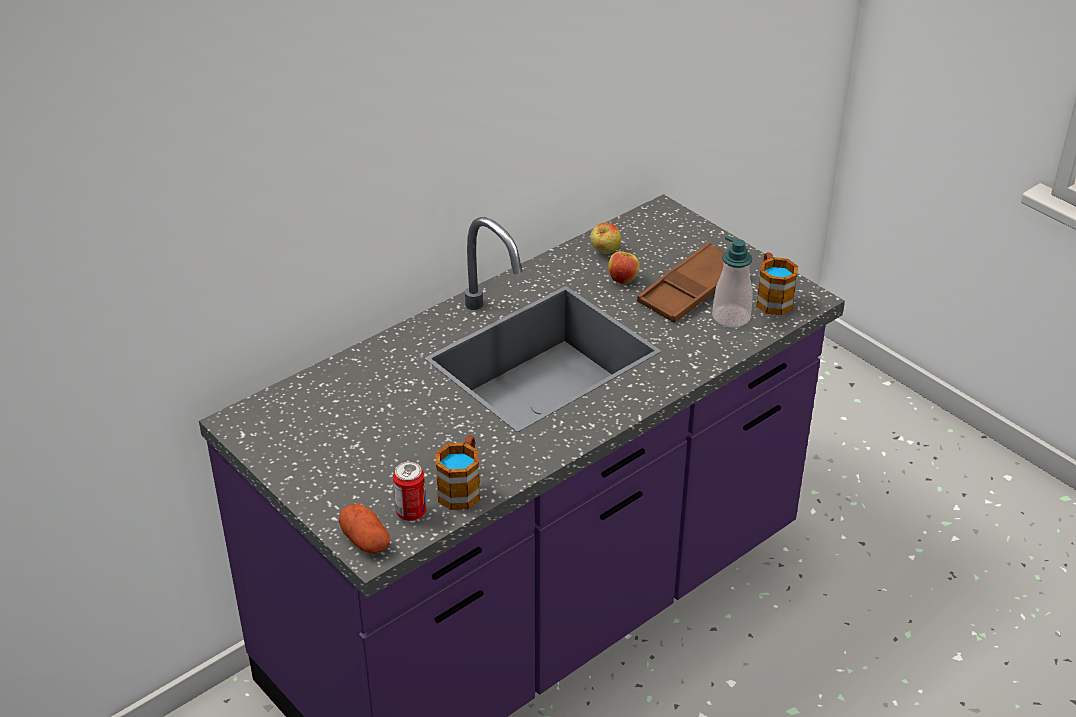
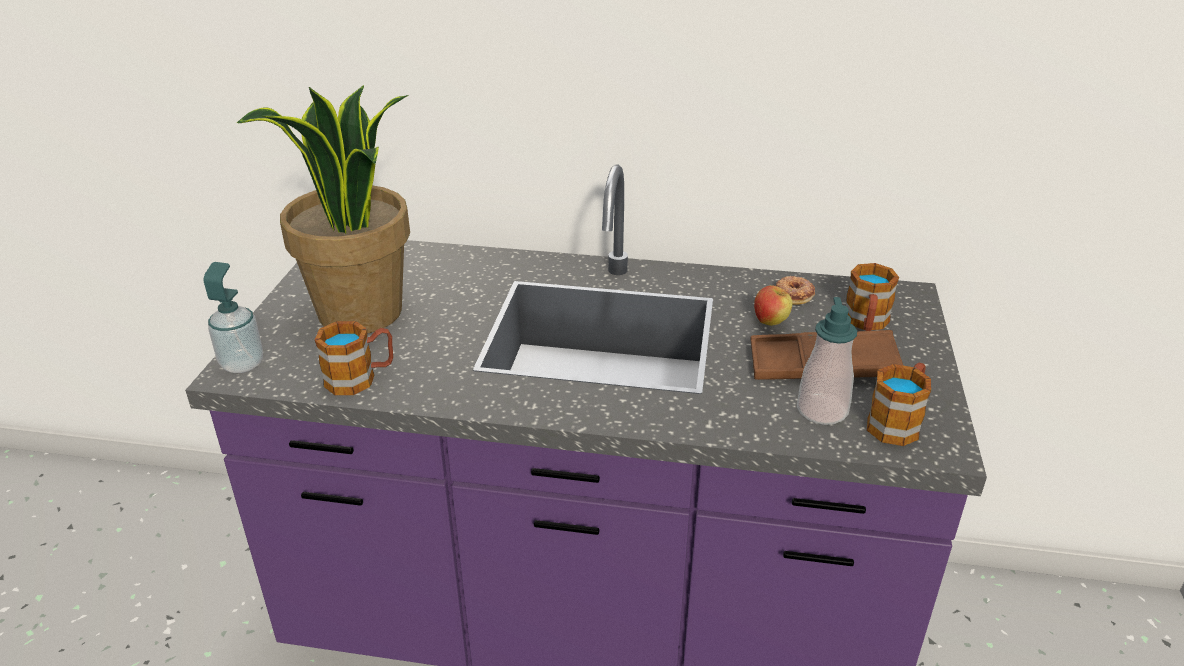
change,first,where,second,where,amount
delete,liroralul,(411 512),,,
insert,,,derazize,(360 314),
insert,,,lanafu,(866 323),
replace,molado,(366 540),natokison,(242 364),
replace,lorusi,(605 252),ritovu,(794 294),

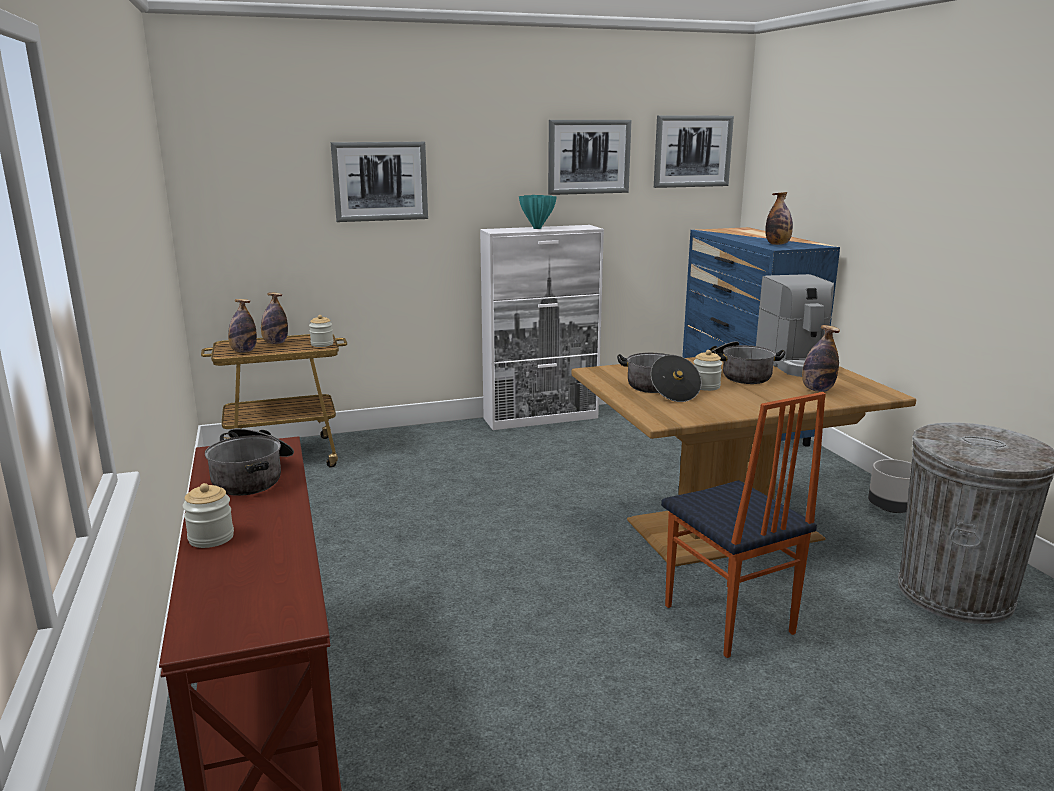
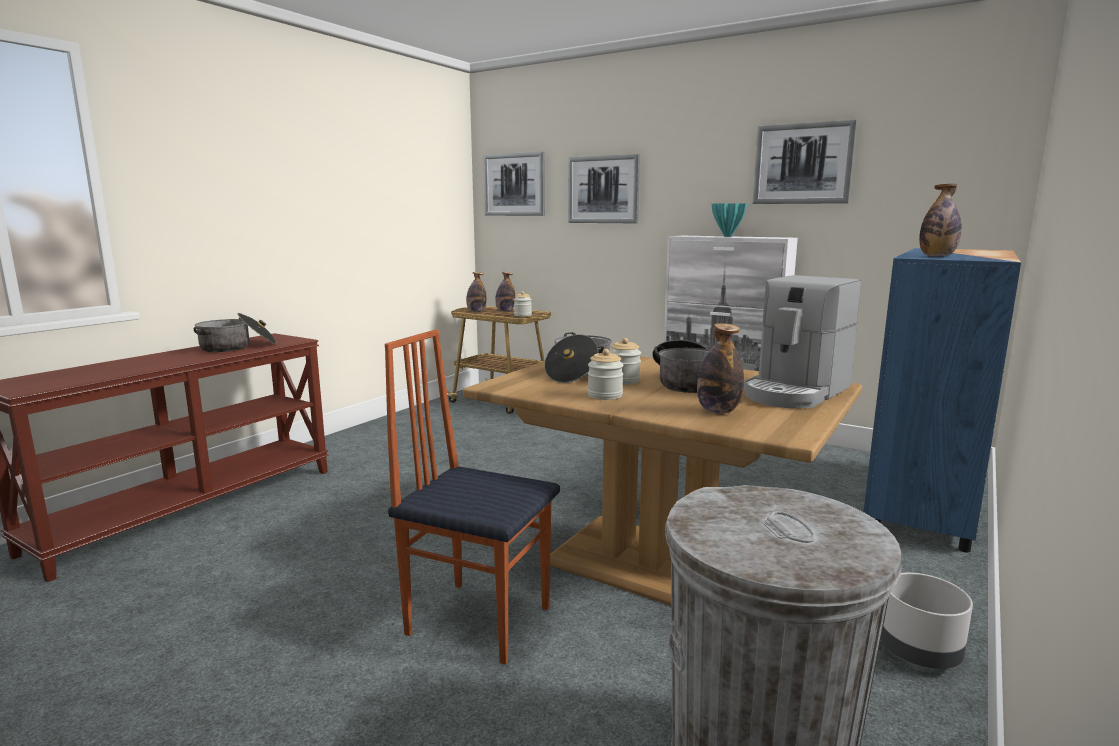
change,first,where,second,where,amount
move,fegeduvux,(211 538),,(605 395),
move,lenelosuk,(692 151),,(514 184),
rotate,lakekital,(727 620),,(479 619),90 degrees clockwise

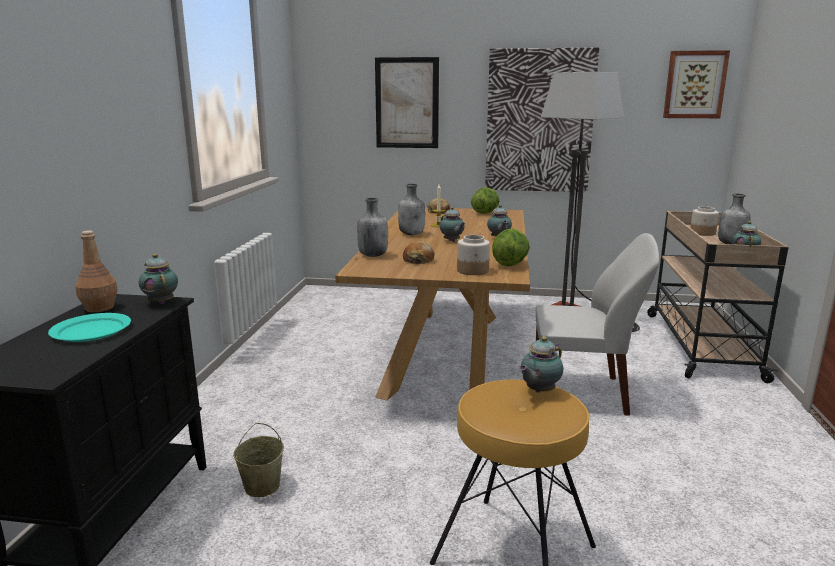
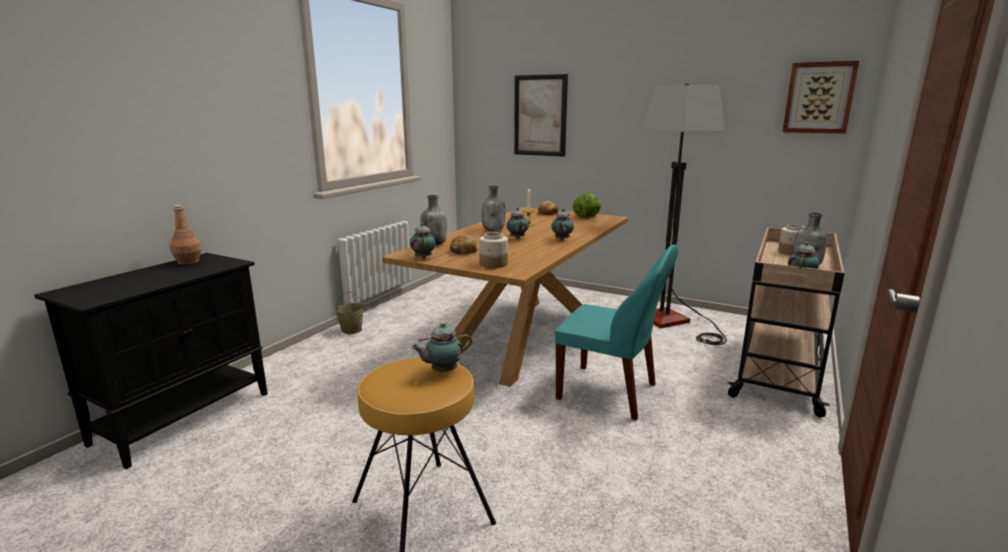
change,first,where,second,where,amount
delete,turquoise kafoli,(92 330),,,
delete,lenelosuk,(539 121),,,
delete,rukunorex,(509 264),,,
move,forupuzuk,(161 302),,(423 257),
move,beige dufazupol,(262 486),,(352 330),
recolor,white lakekital,(582 393),turquoise lakekital,(610 392),

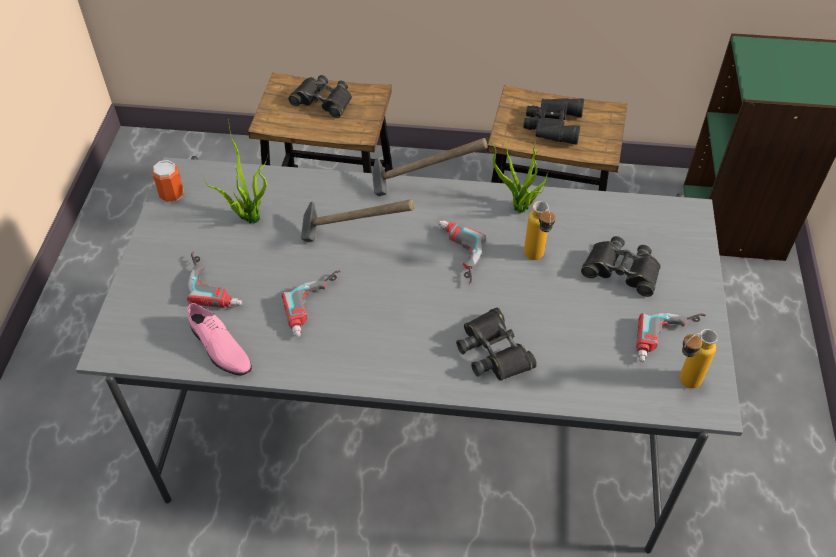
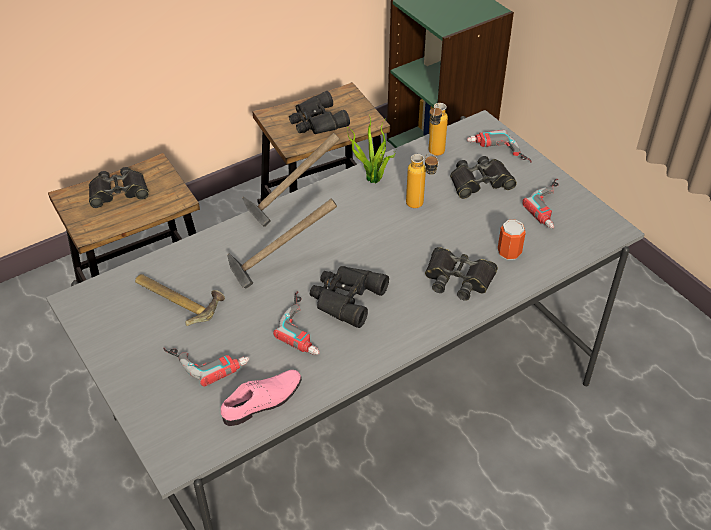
change,first,where,second,where,amount
insert,,,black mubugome,(345 298),
move,liroralul,(172 194),,(509 252),
move,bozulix,(454 255),,(497 153),
move,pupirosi,(682 384),,(434 155),
replace,derazize,(249 217),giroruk,(178 298),
rotate,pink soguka,(218 347),,(263 401),45 degrees counterclockwise

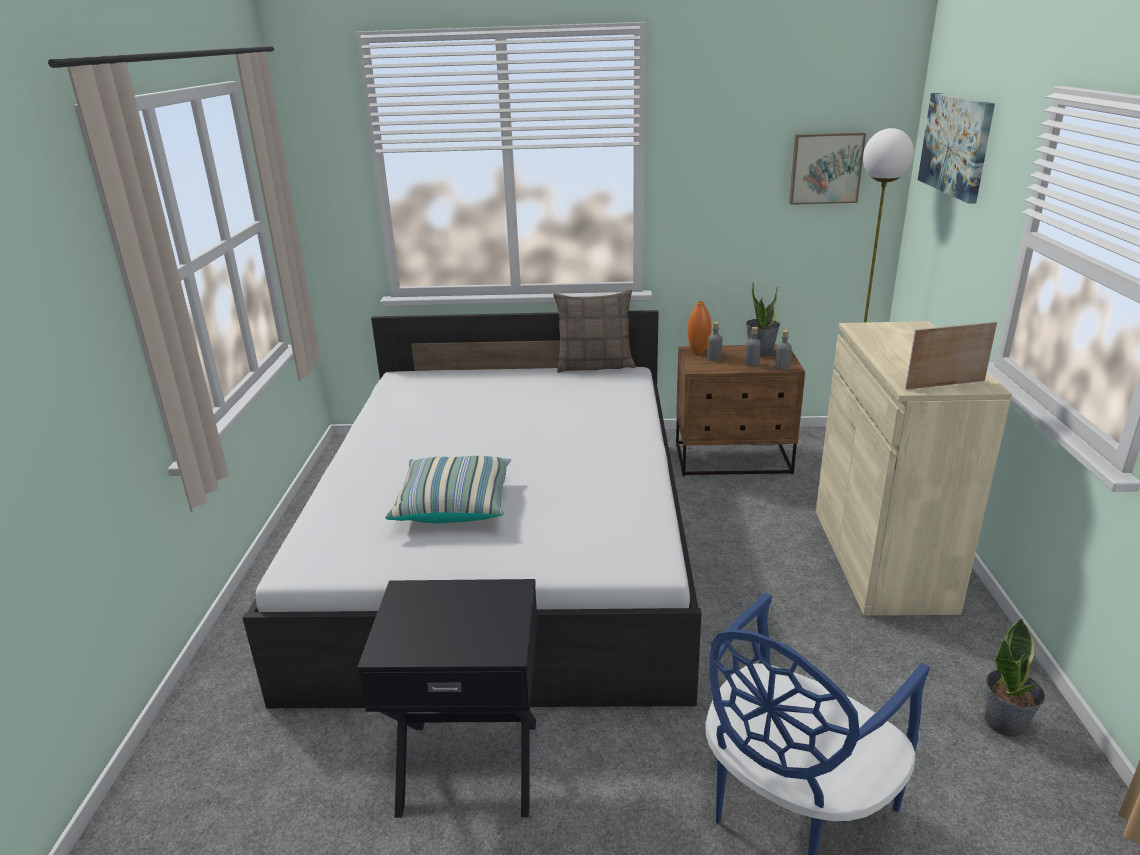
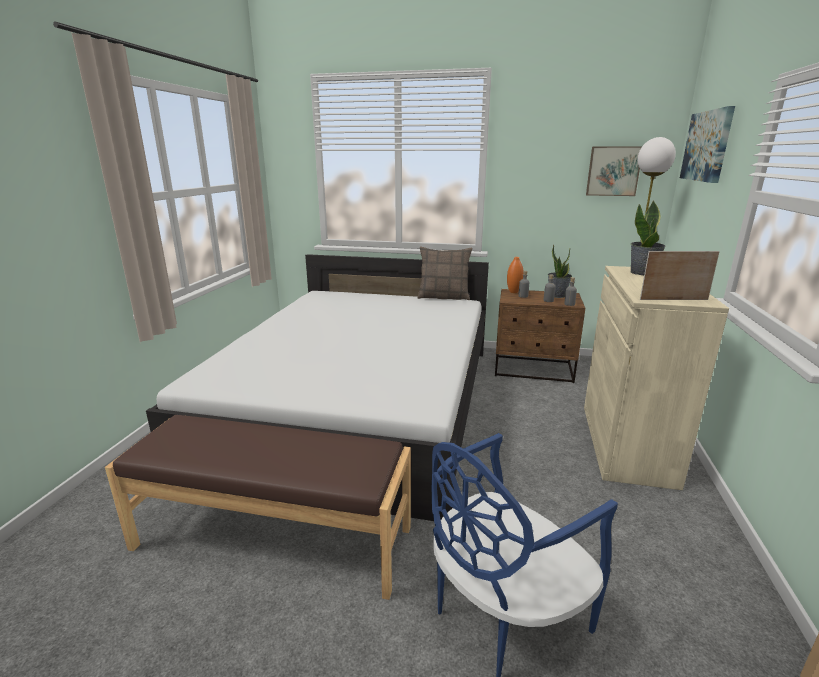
change,first,where,second,where,amount
delete,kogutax,(454 505),,,
move,derazize,(1005 722),,(643 273),
replace,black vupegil,(470 764),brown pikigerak,(274 537),

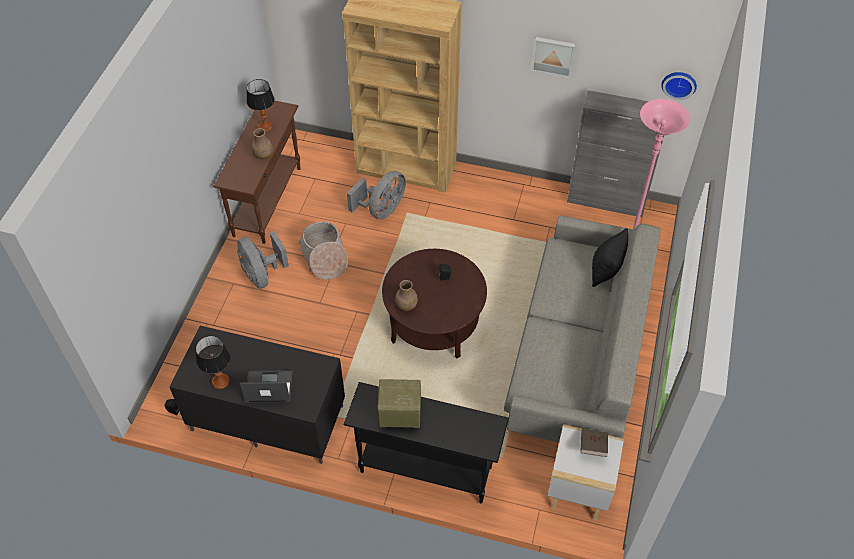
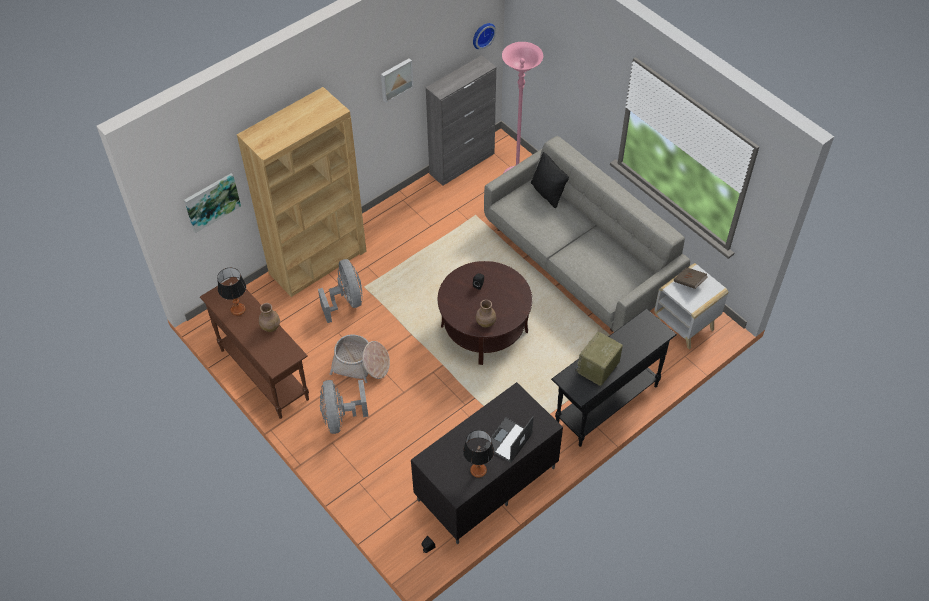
change,first,where,second,where,amount
insert,,,lenelosuk,(211 201),
rotate,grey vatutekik,(262 274),,(340 417),75 degrees clockwise

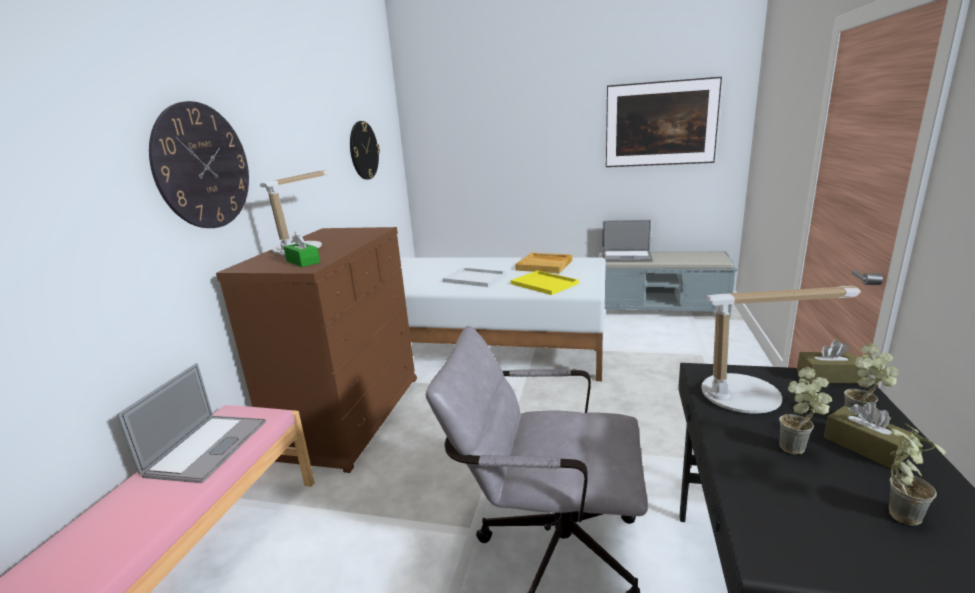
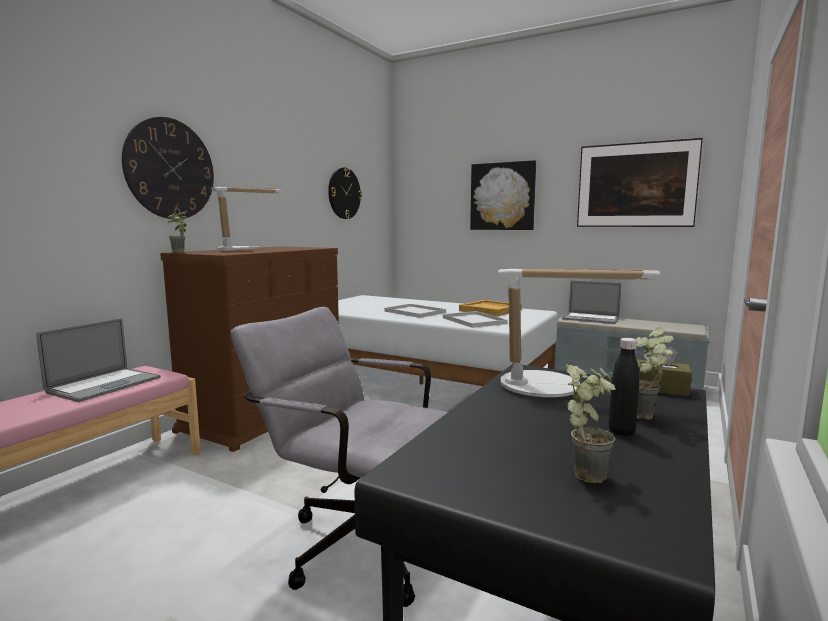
change,first,where,second,where,amount
delete,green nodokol,(303 262),,,
insert,,,lenelosuk,(502 196),
move,derazize,(800 451),,(178 252),
replace,brown nodokol,(864 446),black pupirosi,(621 432),
recolor,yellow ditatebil,(545 284),white ditatebil,(475 321),

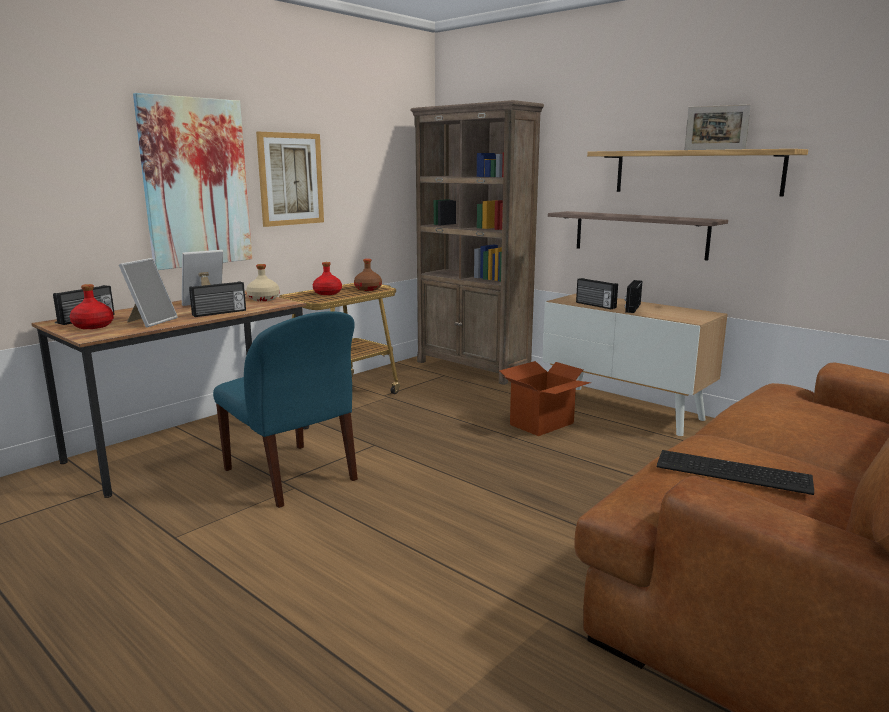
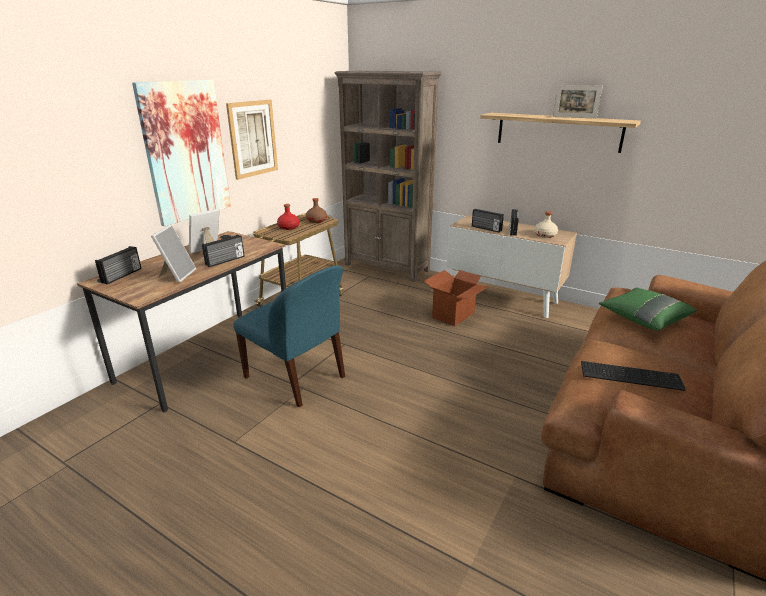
change,first,where,second,where,amount
delete,red pupirosi,(93 326),,,
delete,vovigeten,(639 234),,,
insert,,,green kogutax,(643 319),
move,beige pupirosi,(263 299),,(545 235),

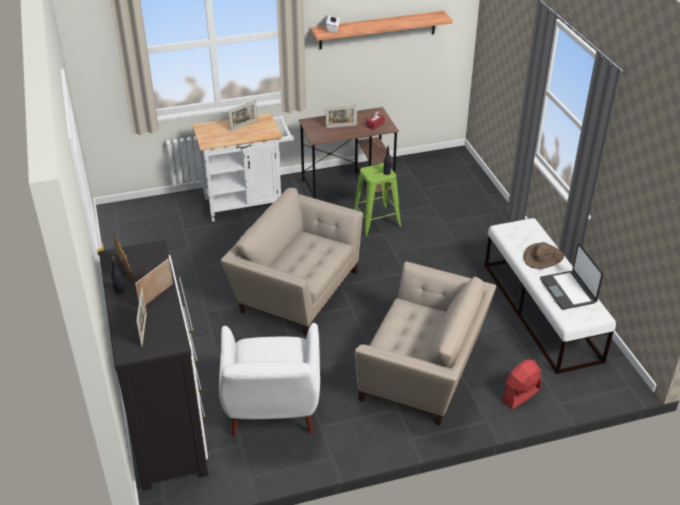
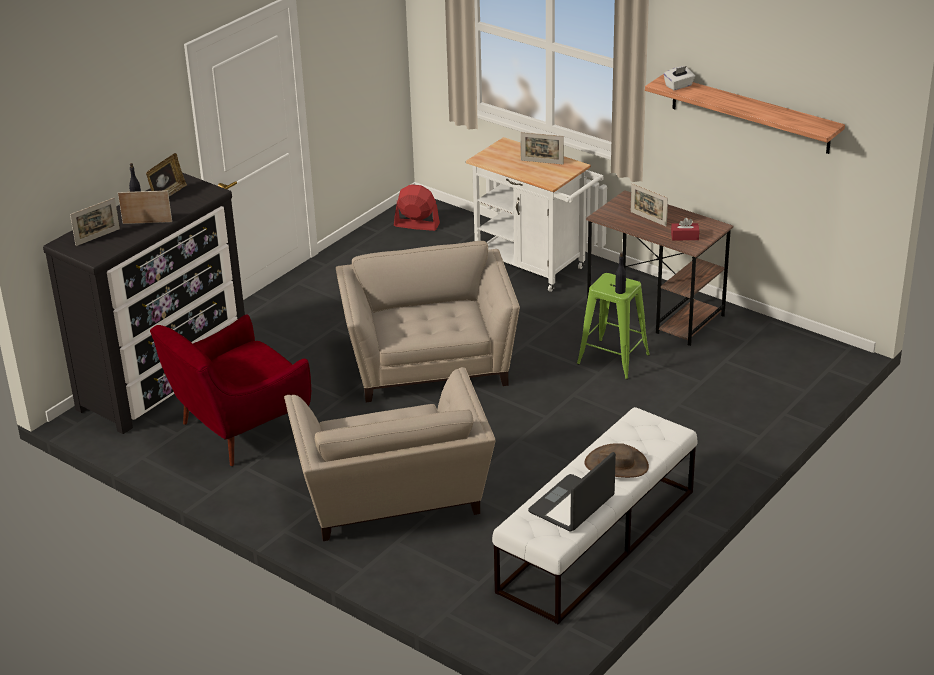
change,first,where,second,where,amount
move,red vatutekik,(520 395),,(416 225),
recolor,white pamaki,(272 410),red pamaki,(238 430),

